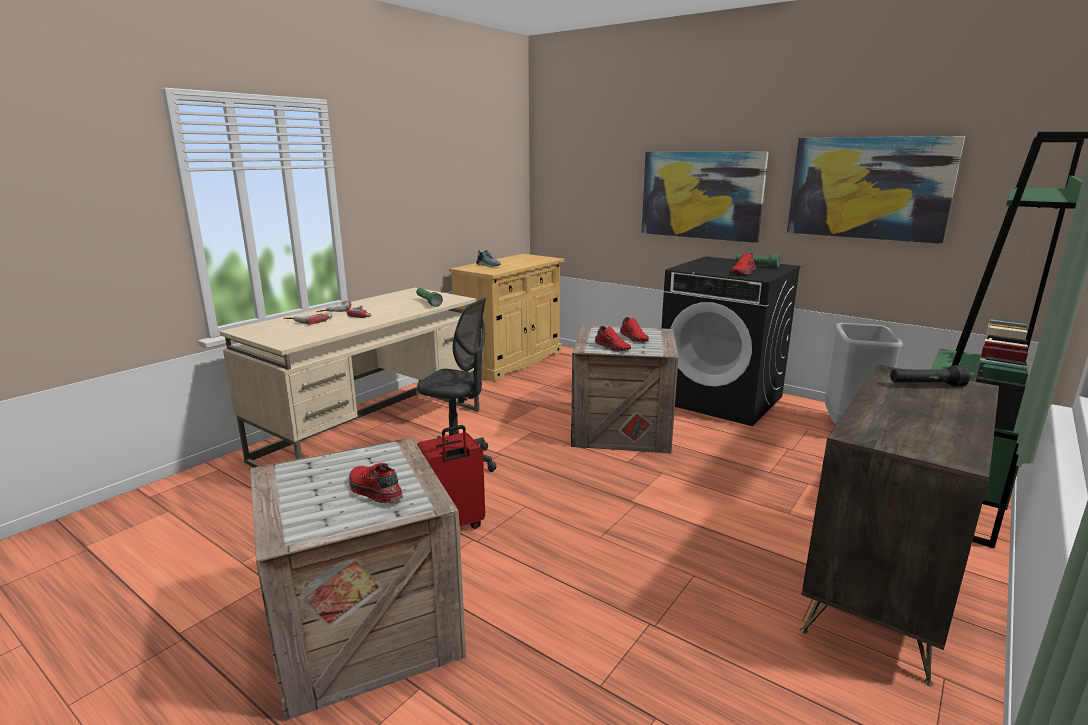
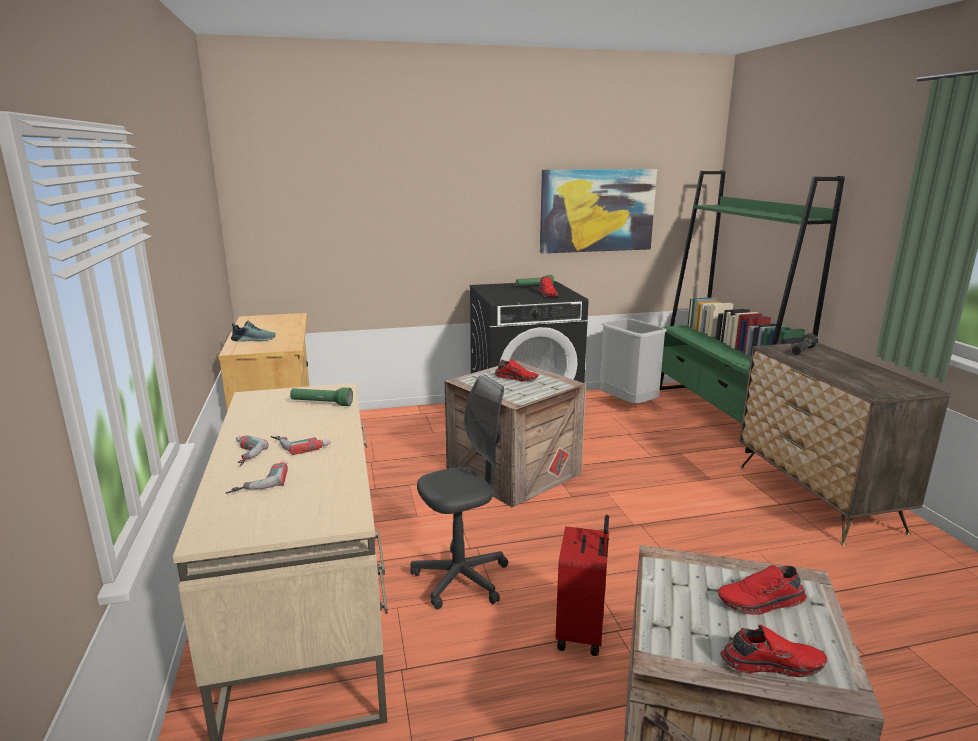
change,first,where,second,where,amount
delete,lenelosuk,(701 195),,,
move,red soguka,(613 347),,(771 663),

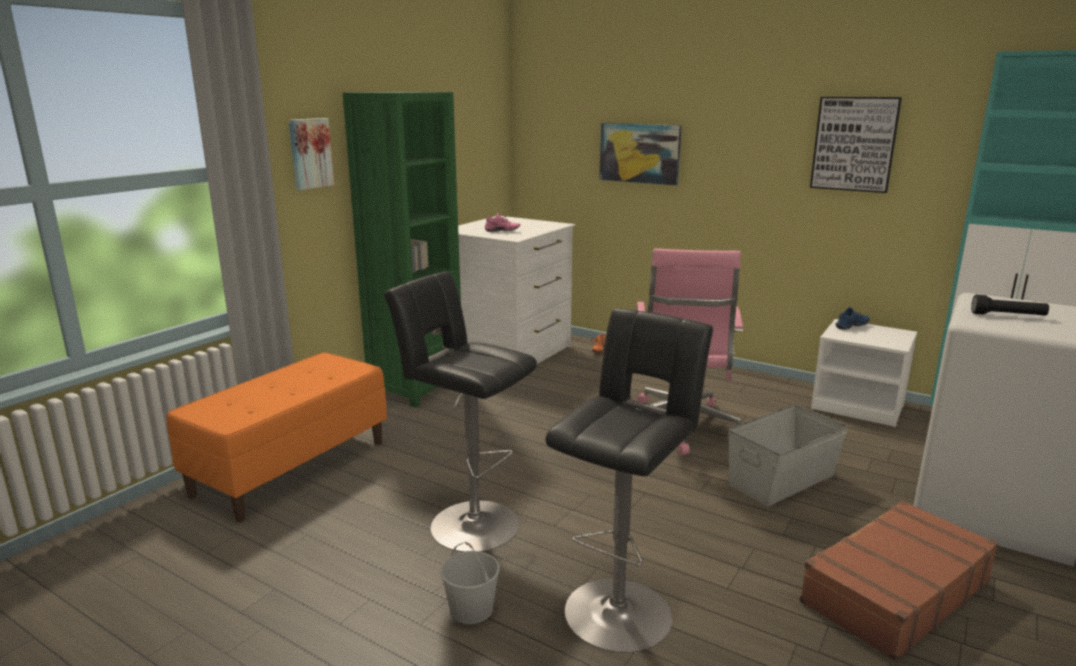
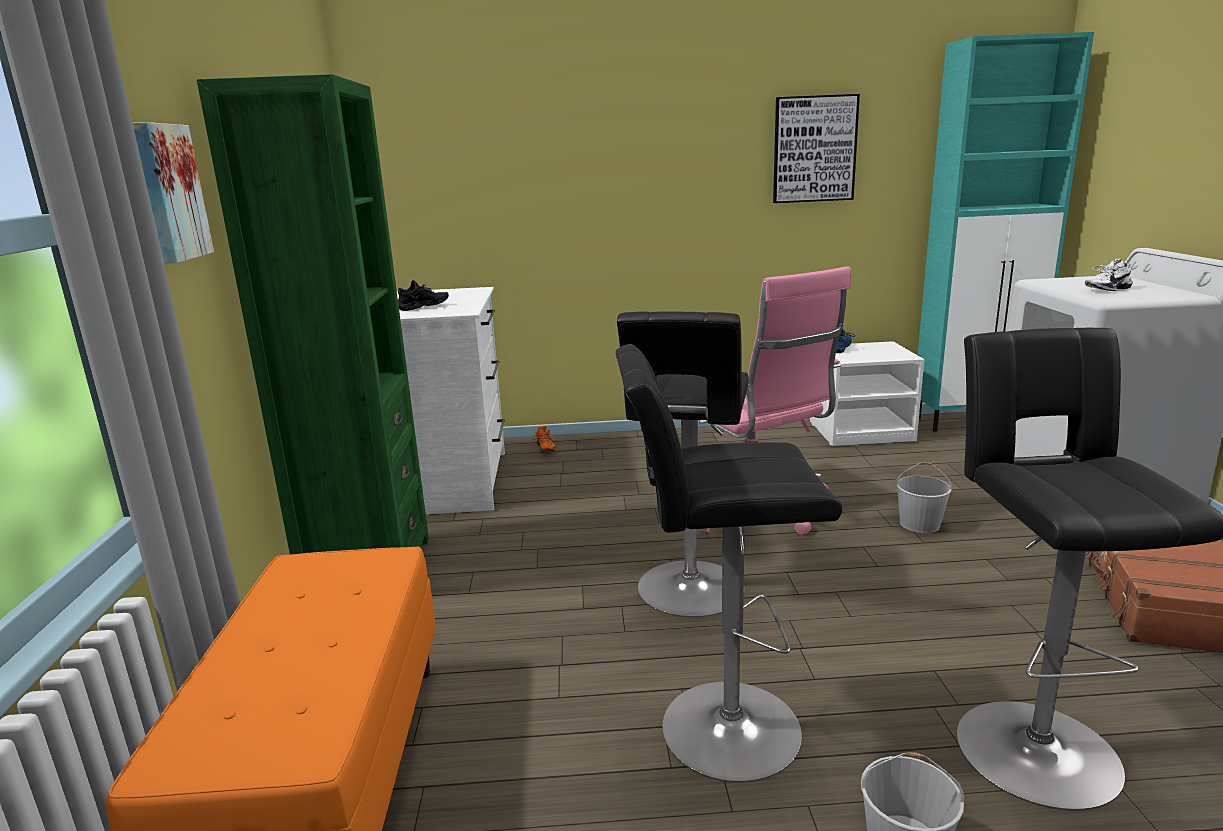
change,first,where,second,where,amount
delete,lenelosuk,(639 153),,,
insert,,,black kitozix,(689 592),
replace,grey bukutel,(782 480),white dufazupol,(920 524),
replace,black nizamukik,(1008 316),white soguka,(1105 289),
recolor,pink soguka,(502 231),black soguka,(424 307),

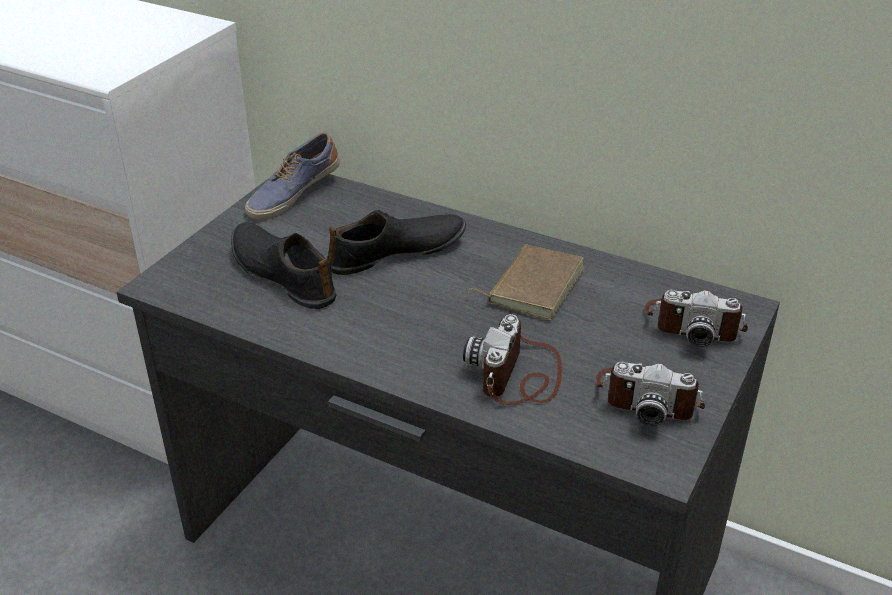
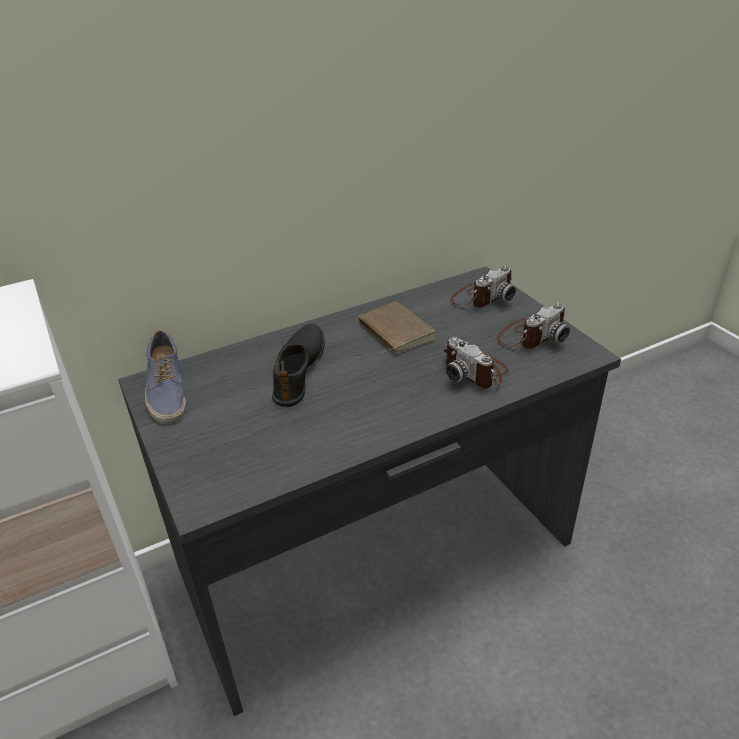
change,first,where,second,where,amount
delete,black soguka,(283 273),,,

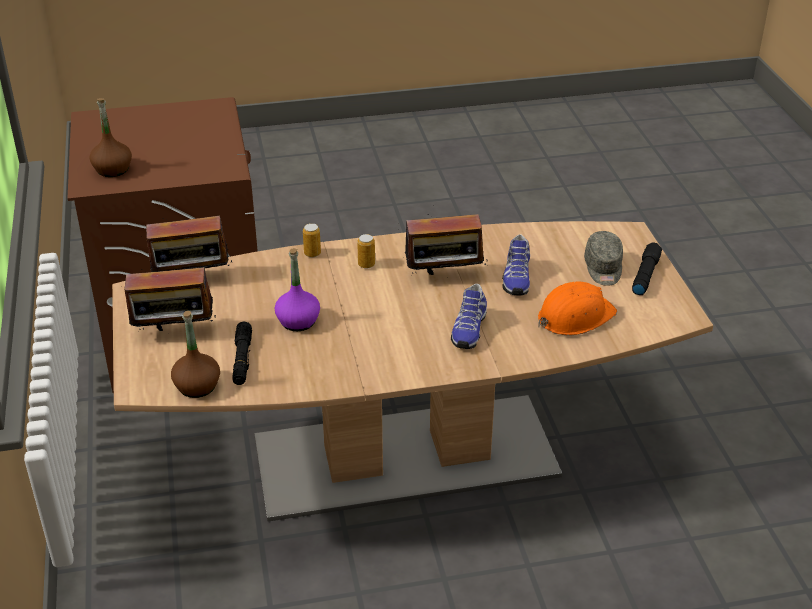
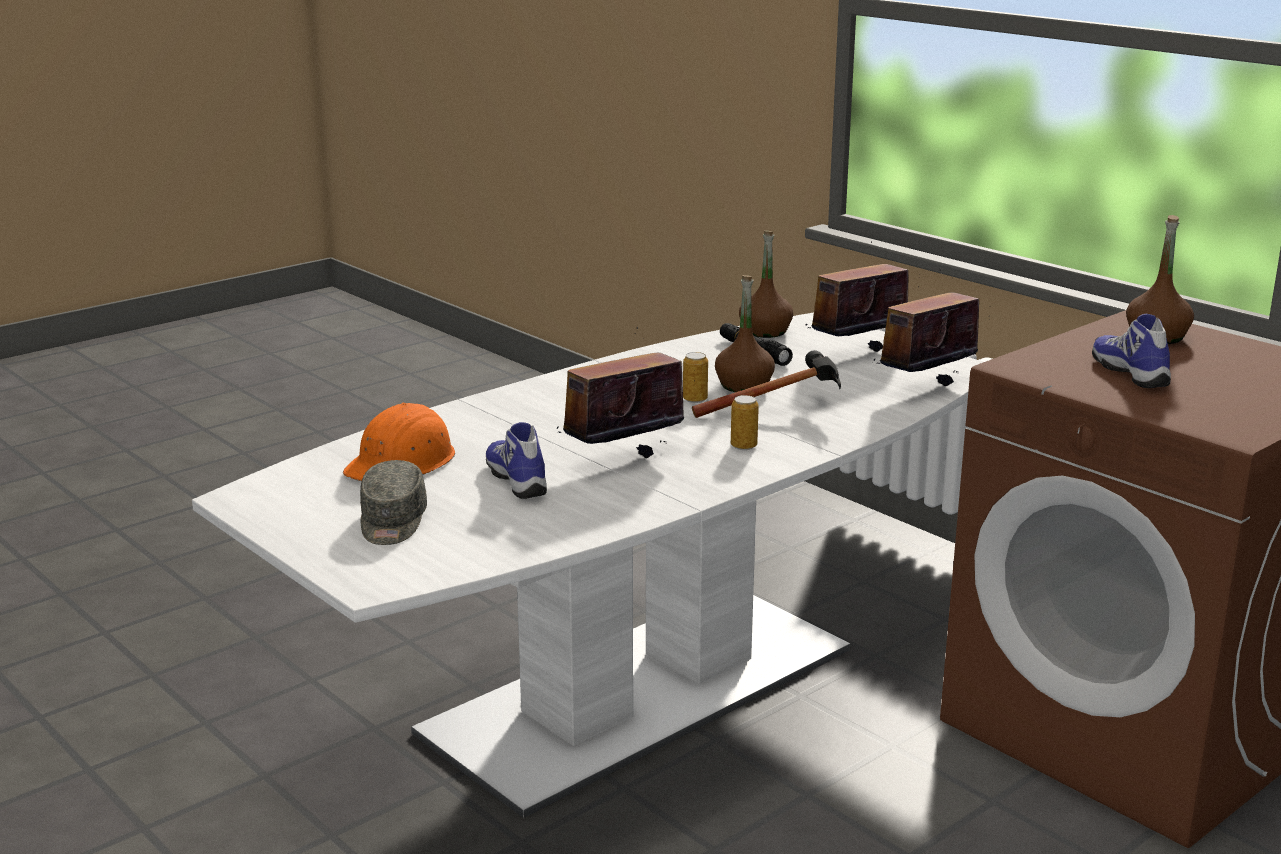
change,first,where,second,where,amount
delete,black nizamukik,(645 275),,,
insert,,,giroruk,(783 410),
move,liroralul,(312 254),,(695 399),
move,soguka,(468 330),,(1132 373),
recolor,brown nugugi,(406 456),white nugugi,(639 690),
recolor,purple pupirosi,(298 321),brown pupirosi,(744 385),
rotate,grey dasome,(603 268),,(392 522),150 degrees counterclockwise

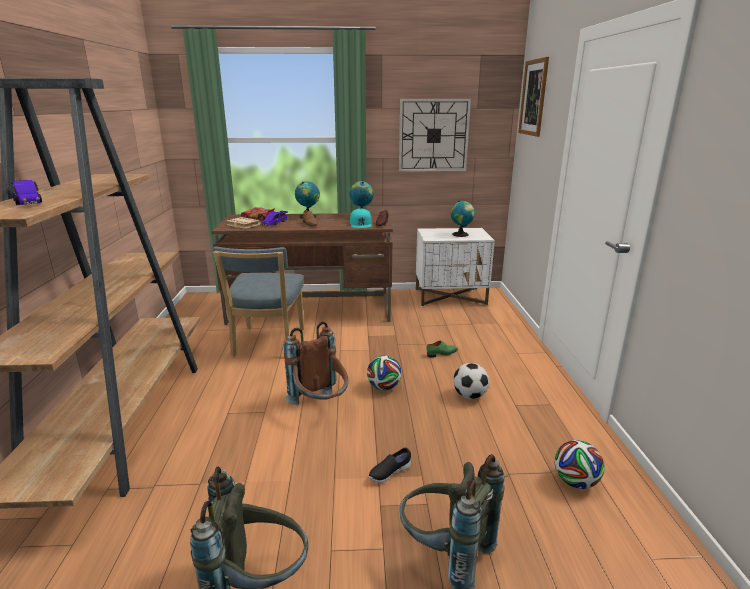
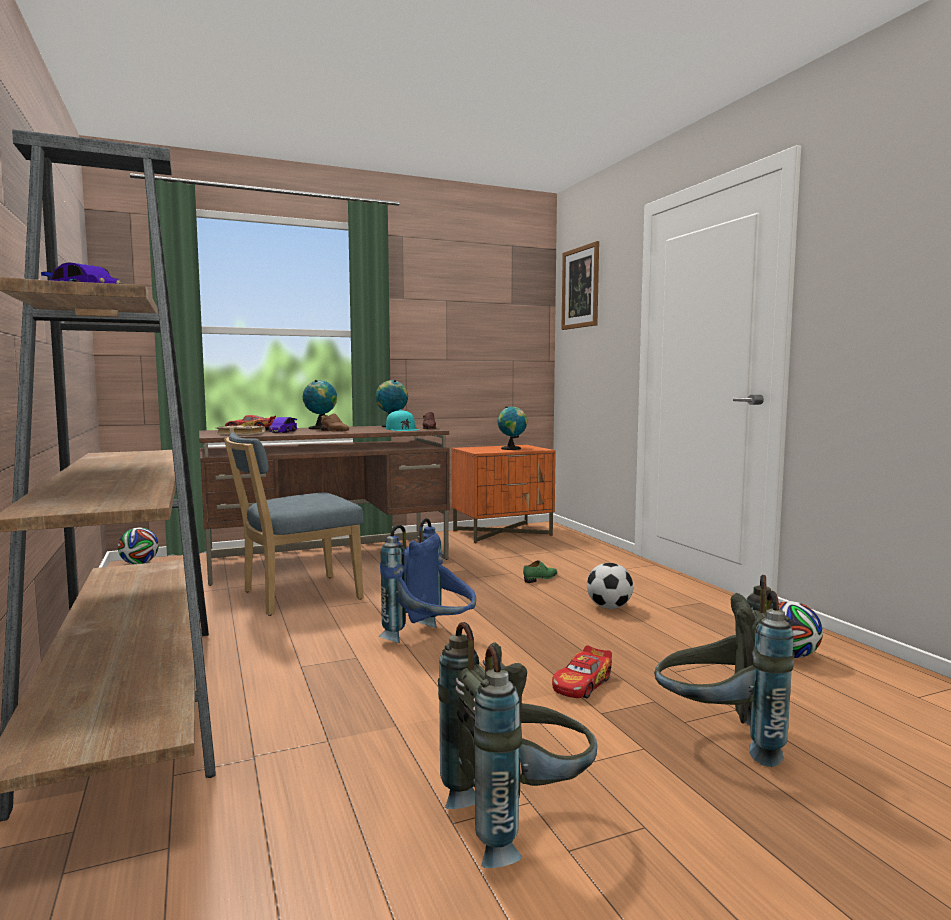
change,first,where,second,where,amount
delete,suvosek,(433 135),,,
move,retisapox,(384 387),,(139 563),
replace,black soguka,(389 473),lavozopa,(582 684),
recolor,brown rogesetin,(320 406),blue rogesetin,(432 641),
recolor,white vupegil,(450 297),orange vupegil,(502 533),
rotate,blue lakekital,(267 344),,(296 596),75 degrees clockwise

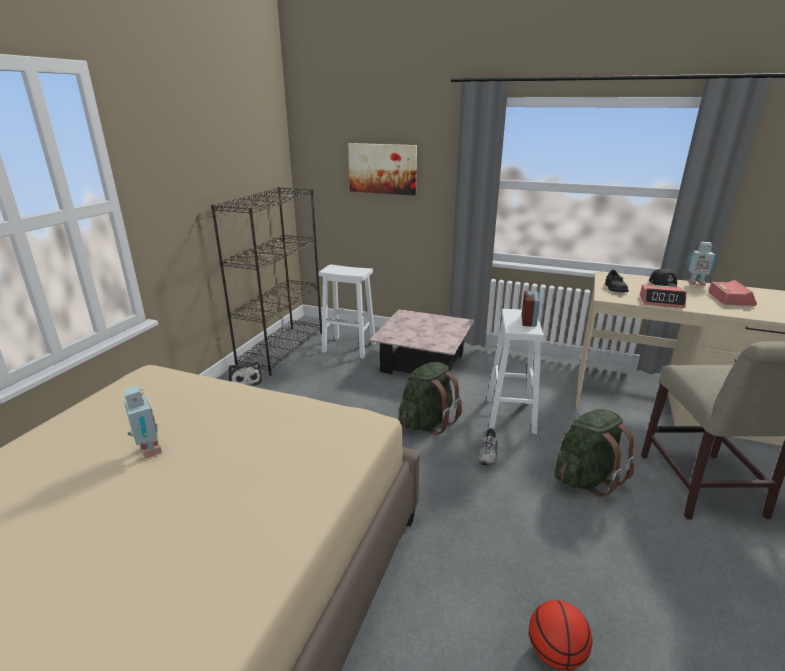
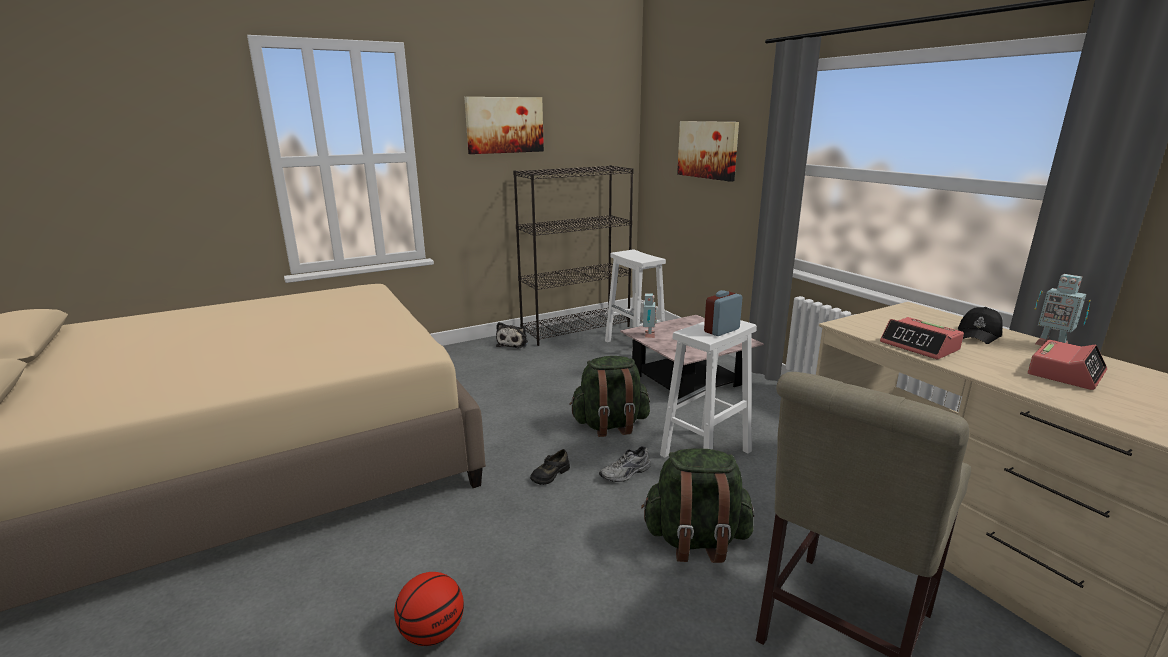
change,first,where,second,where,amount
insert,,,lenelosuk,(504 125),
move,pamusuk,(148 451),,(648 335),
move,black soguka,(615 288),,(550 474),

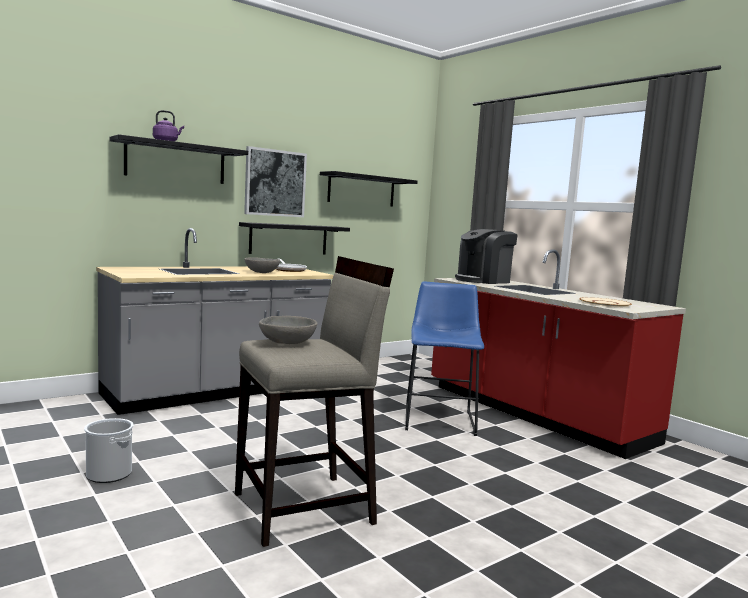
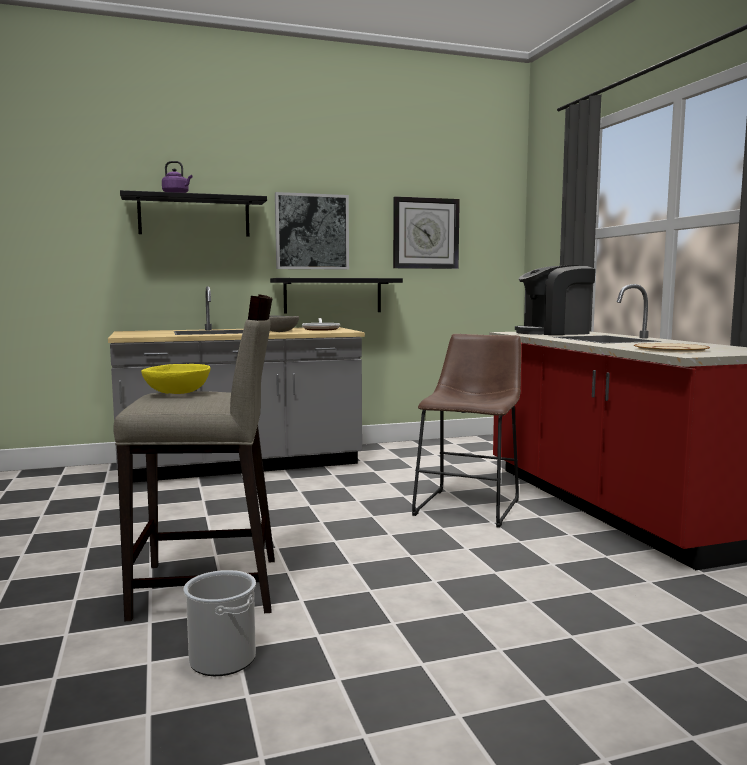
change,first,where,second,where,amount
move,dufazupol,(109 474),,(222 659),
replace,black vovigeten,(361 190),suvosek,(425 233),
recolor,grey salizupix,(286 343),yellow salizupix,(176 393),
recolor,blue kitozix,(439 418),brown kitozix,(470 505),

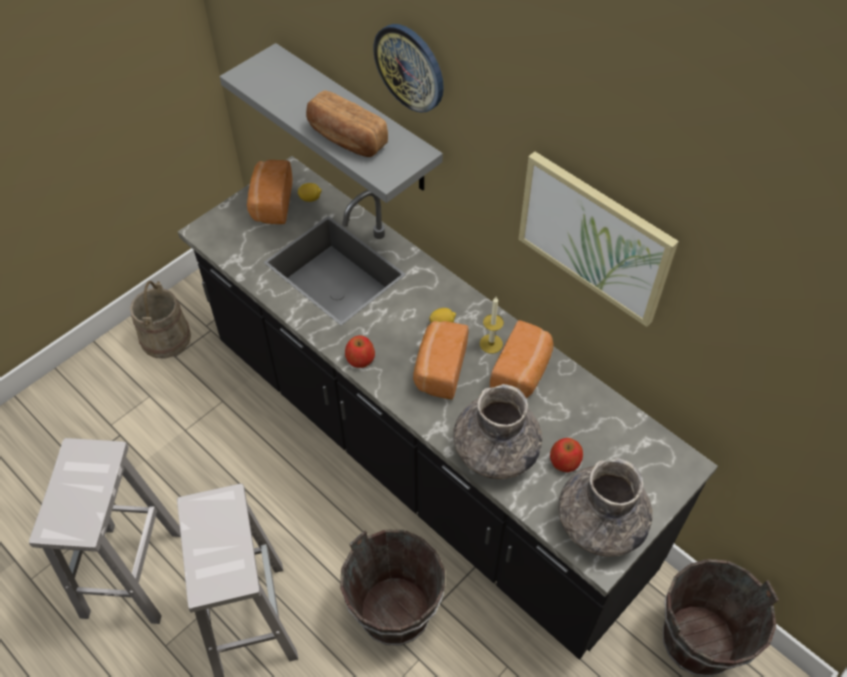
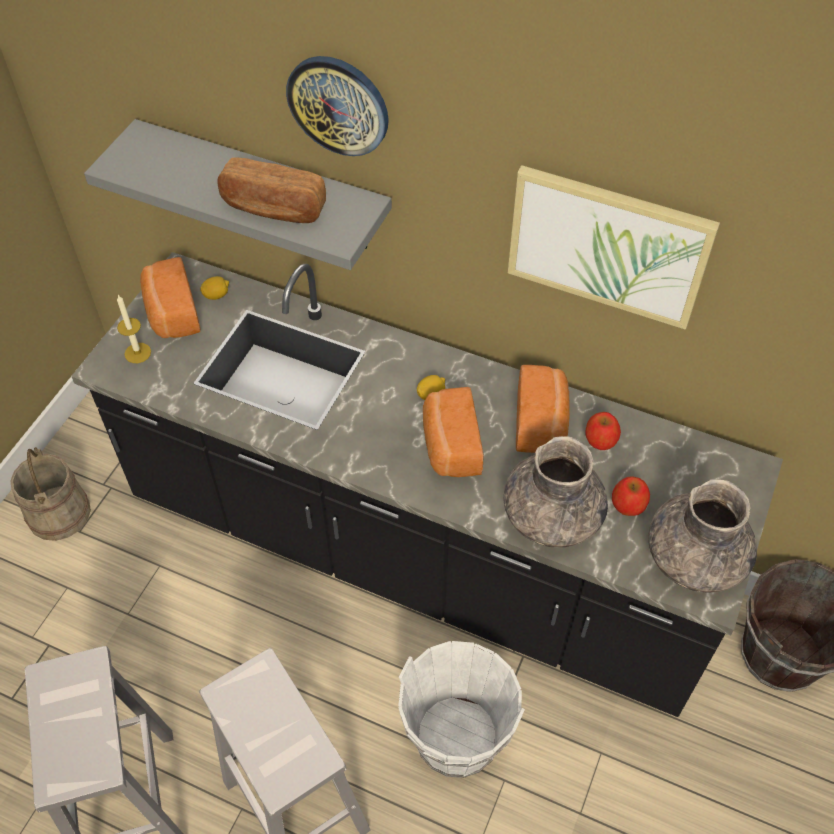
change,first,where,second,where,amount
move,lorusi,(360 358),,(600 439),
move,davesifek,(491 344),,(137 353),
recolor,brown dufazupol,(394 612),white dufazupol,(456 737),

